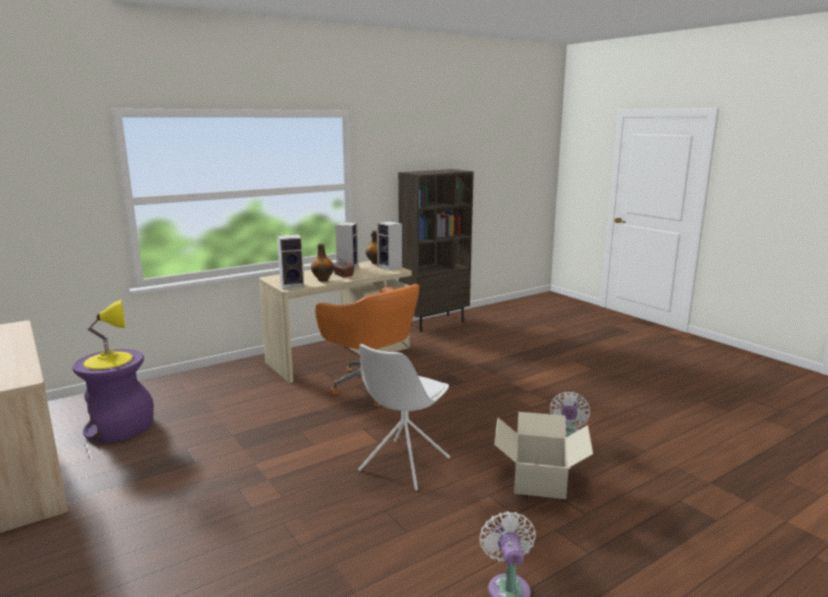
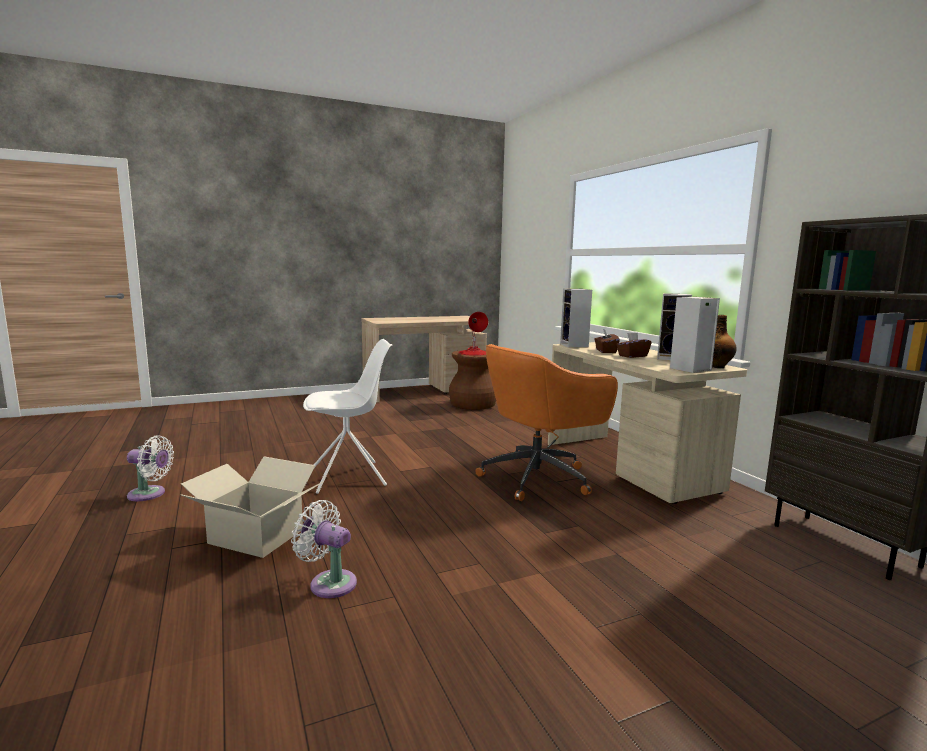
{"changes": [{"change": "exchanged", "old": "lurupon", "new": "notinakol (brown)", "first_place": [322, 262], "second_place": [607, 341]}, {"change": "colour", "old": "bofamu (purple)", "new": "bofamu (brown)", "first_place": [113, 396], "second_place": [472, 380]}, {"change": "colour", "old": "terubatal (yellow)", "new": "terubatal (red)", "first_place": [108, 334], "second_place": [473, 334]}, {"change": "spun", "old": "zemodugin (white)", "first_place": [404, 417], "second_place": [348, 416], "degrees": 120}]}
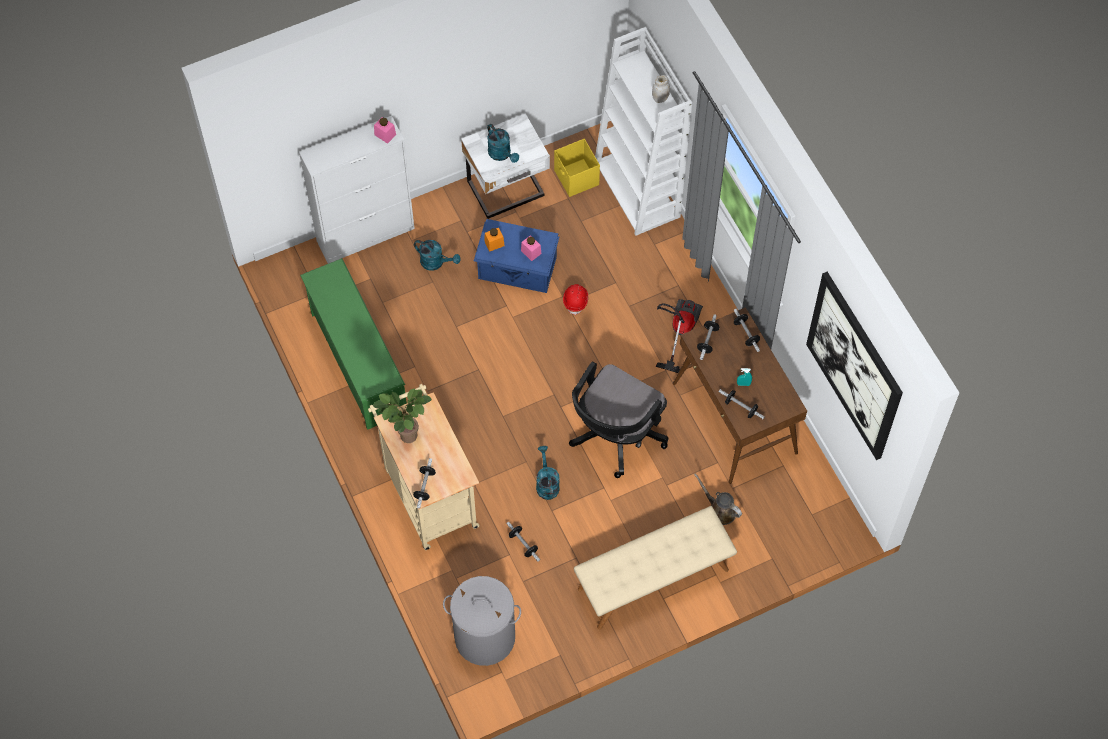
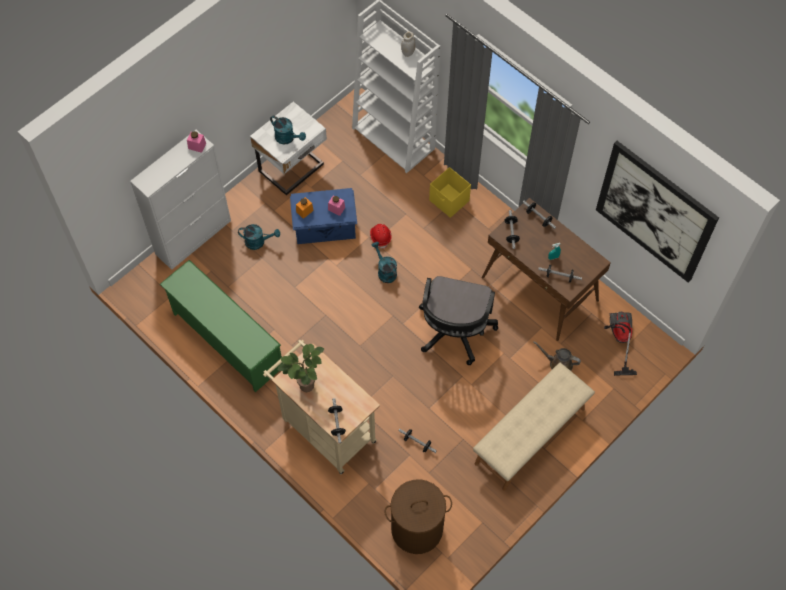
{"changes": [{"change": "relocated", "old": "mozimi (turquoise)", "first_place": [548, 473], "second_place": [384, 262]}, {"change": "relocated", "old": "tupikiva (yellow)", "first_place": [577, 168], "second_place": [450, 192]}, {"change": "relocated", "old": "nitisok", "first_place": [679, 336], "second_place": [620, 344]}, {"change": "colour", "old": "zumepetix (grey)", "new": "zumepetix (brown)", "first_place": [482, 621], "second_place": [418, 516]}]}
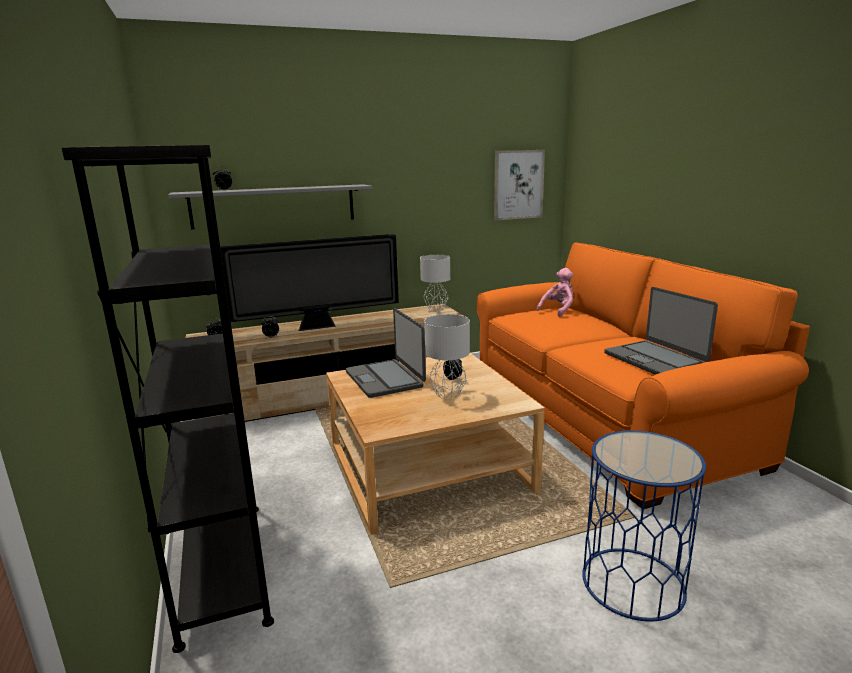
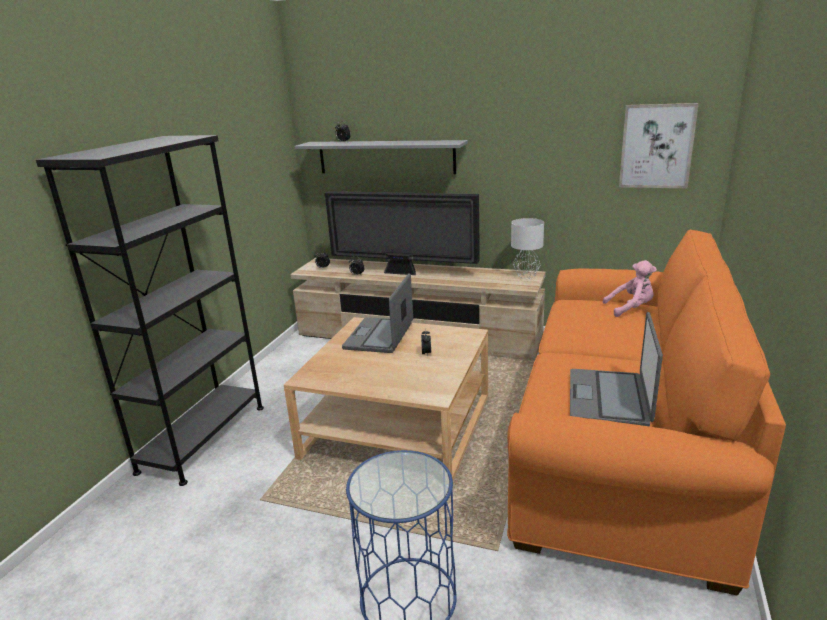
{"changes": [{"change": "missing", "old": "terubatal (grey)", "first_place": [447, 356]}]}
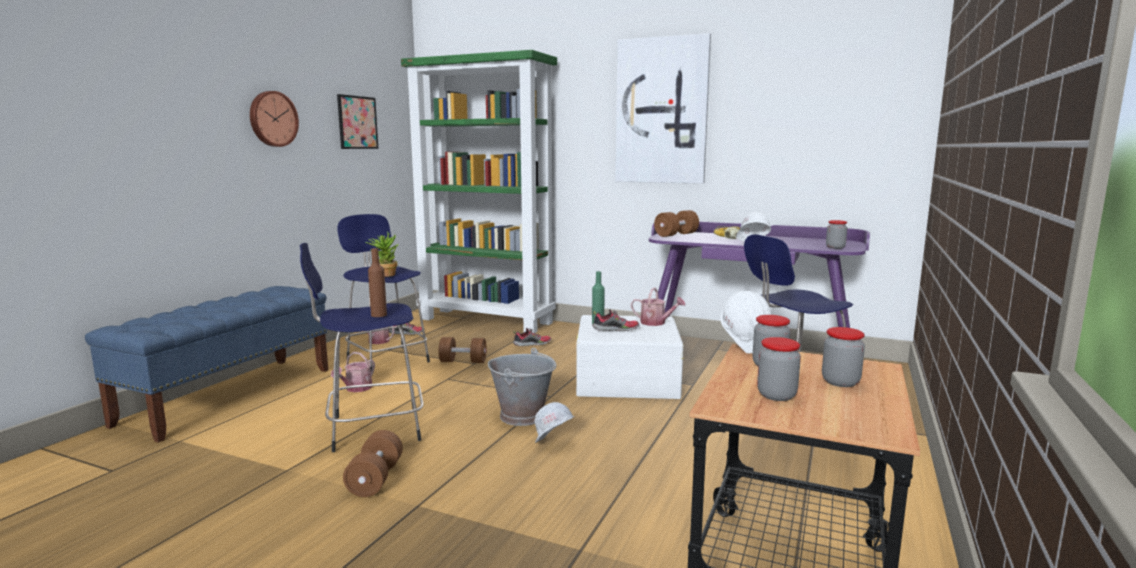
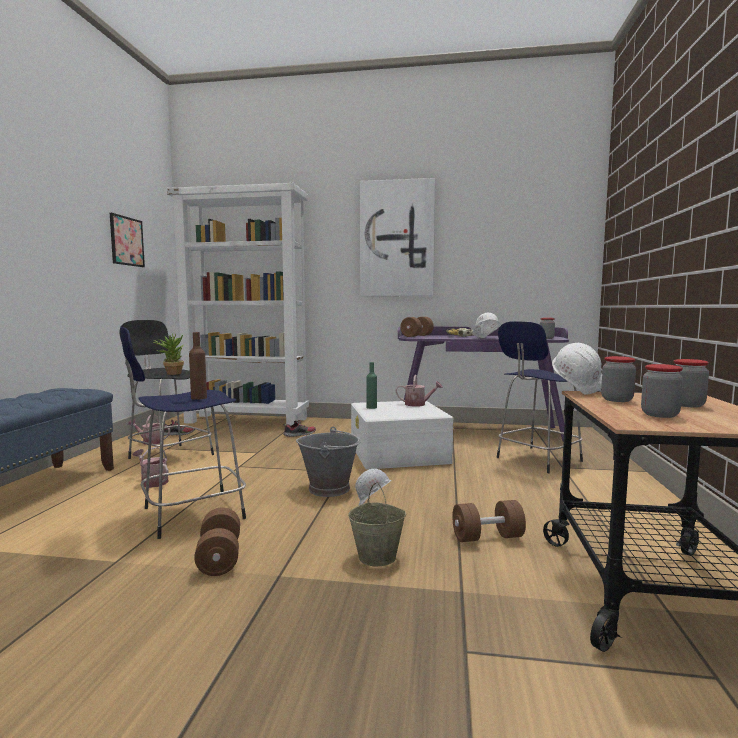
{"changes": [{"change": "missing", "old": "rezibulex", "first_place": [274, 119]}, {"change": "missing", "old": "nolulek", "first_place": [615, 320]}, {"change": "appeared", "new": "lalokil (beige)", "second_place": [377, 524]}, {"change": "relocated", "old": "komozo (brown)", "first_place": [463, 350], "second_place": [489, 521]}, {"change": "colour", "old": "bofamu (blue)", "new": "bofamu (black)", "first_place": [383, 292], "second_place": [166, 389]}, {"change": "colour", "old": "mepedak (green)", "new": "mepedak (white)", "first_place": [479, 191], "second_place": [238, 304]}, {"change": "spun", "old": "mozimi", "first_place": [353, 372], "second_place": [151, 467], "degrees": 120}]}
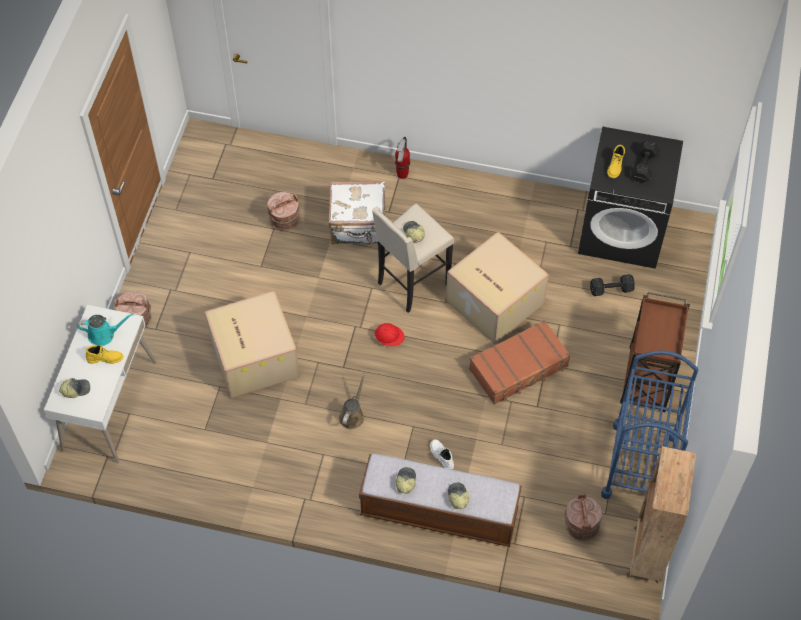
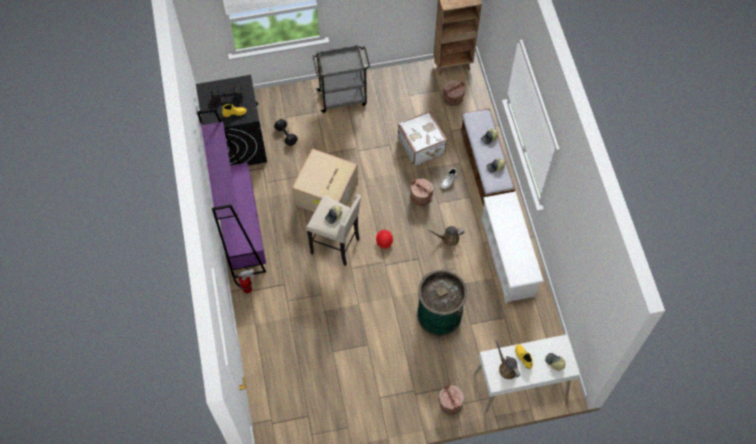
{"changes": [{"change": "missing", "old": "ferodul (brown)", "first_place": [519, 362]}, {"change": "missing", "old": "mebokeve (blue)", "first_place": [649, 424]}, {"change": "appeared", "new": "mepedak (purple)", "second_place": [231, 193]}, {"change": "appeared", "new": "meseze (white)", "second_place": [512, 247]}, {"change": "relocated", "old": "lalokil (brown)", "first_place": [283, 211], "second_place": [421, 192]}, {"change": "relocated", "old": "ferodul (white)", "first_place": [357, 212], "second_place": [422, 138]}, {"change": "exchanged", "old": "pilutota", "new": "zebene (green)", "first_place": [252, 344], "second_place": [442, 303]}, {"change": "colour", "old": "mozimi (turquoise)", "new": "mozimi (brown)", "first_place": [105, 330], "second_place": [507, 359]}, {"change": "colour", "old": "mebokeve (brown)", "new": "mebokeve (grey)", "first_place": [655, 352], "second_place": [341, 79]}]}
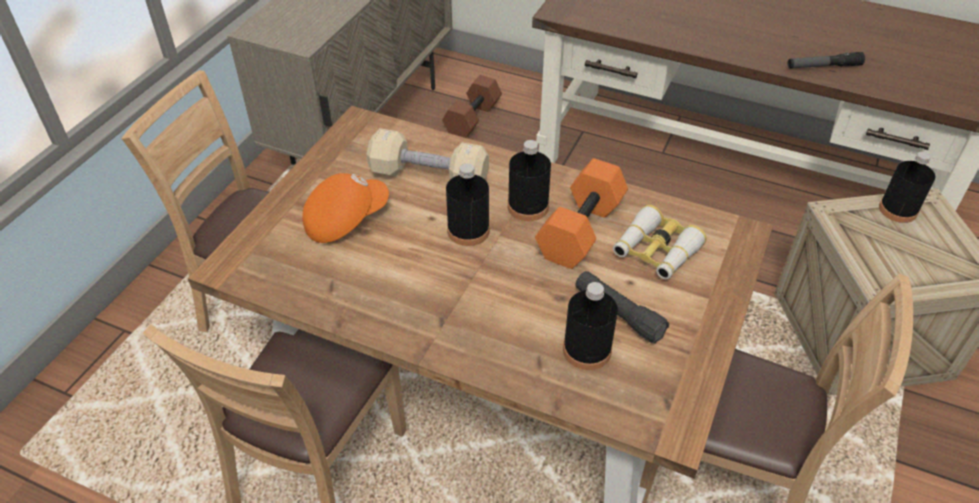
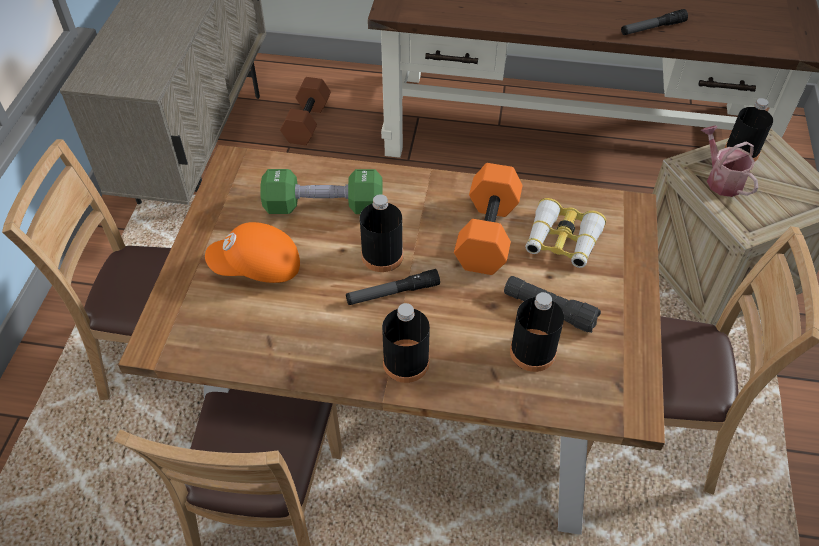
{"changes": [{"change": "appeared", "new": "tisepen", "second_place": [393, 287]}, {"change": "appeared", "new": "mozimi", "second_place": [730, 161]}, {"change": "relocated", "old": "lurupon (black)", "first_place": [529, 180], "second_place": [406, 343]}, {"change": "colour", "old": "komozo (beige)", "new": "komozo (green)", "first_place": [428, 154], "second_place": [321, 191]}, {"change": "spun", "old": "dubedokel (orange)", "first_place": [345, 208], "second_place": [252, 252], "degrees": -135}]}
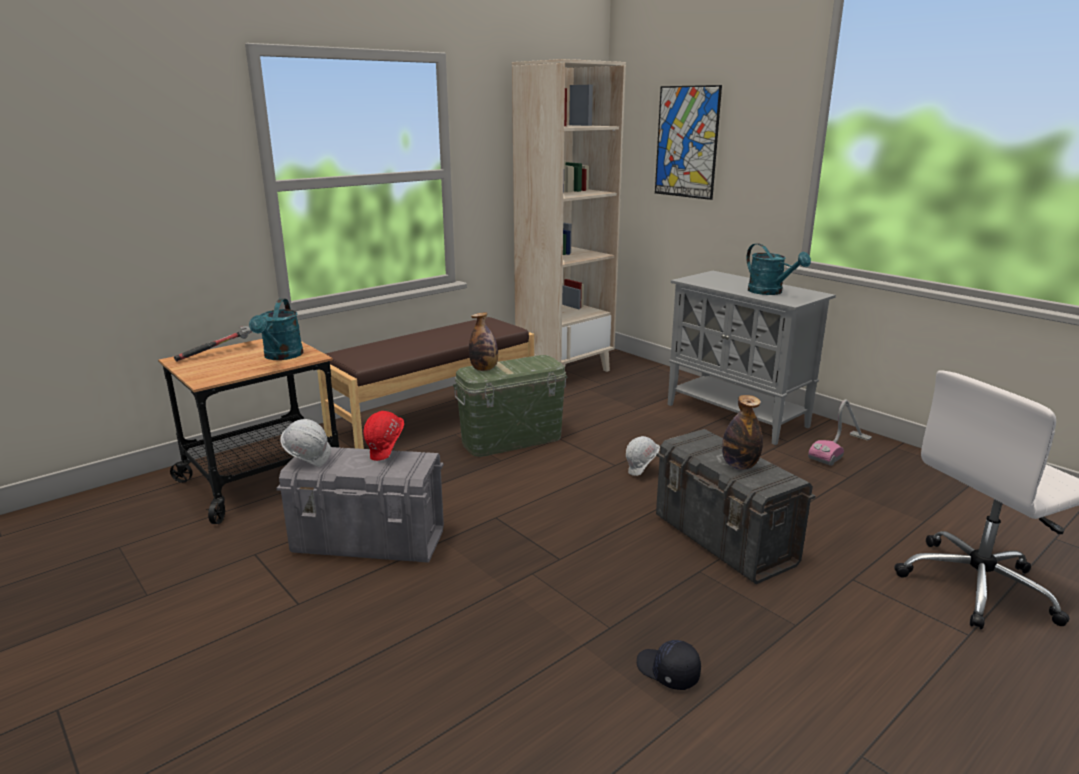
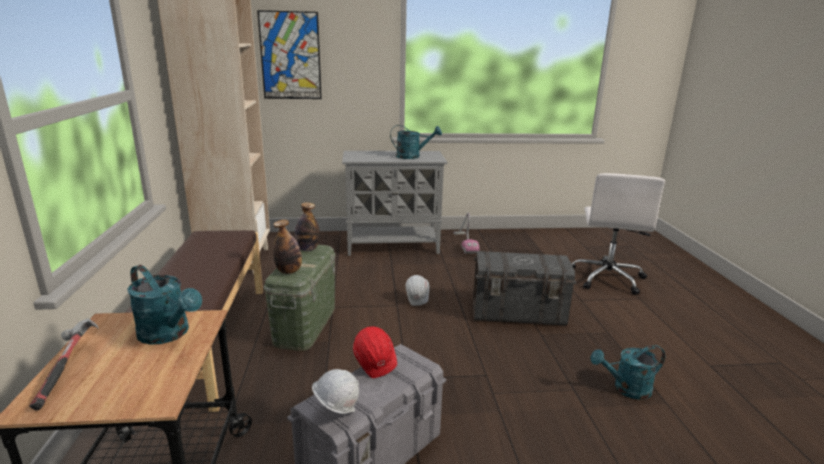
{"changes": [{"change": "relocated", "old": "lurupon", "first_place": [742, 432], "second_place": [307, 226]}, {"change": "exchanged", "old": "dubedokel (black)", "new": "mozimi (turquoise)", "first_place": [669, 665], "second_place": [627, 372]}]}
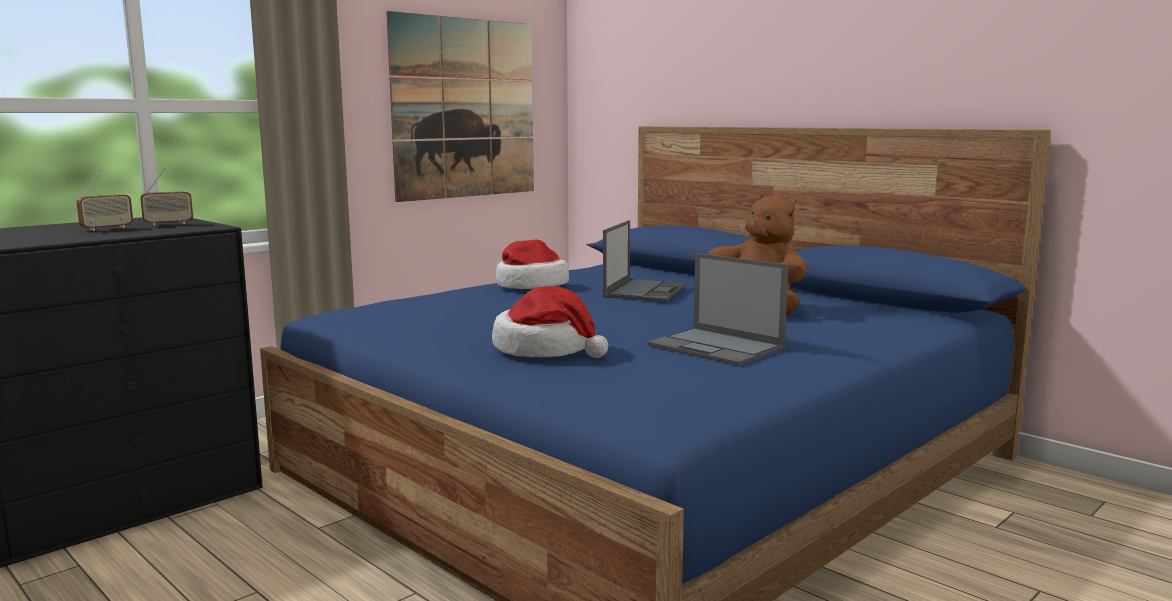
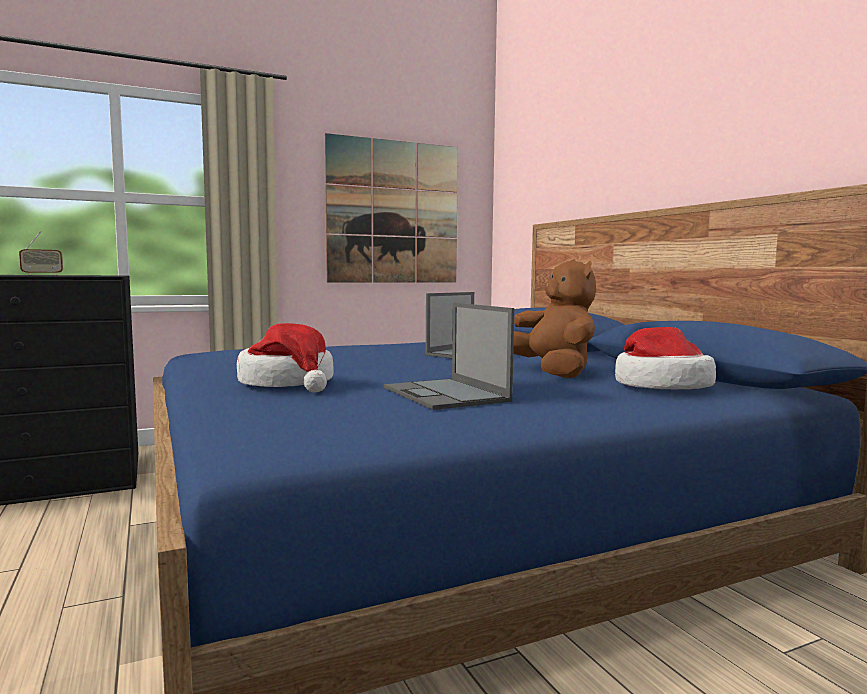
{"changes": [{"change": "missing", "old": "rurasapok", "first_place": [166, 197]}, {"change": "relocated", "old": "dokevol", "first_place": [532, 264], "second_place": [665, 358]}]}
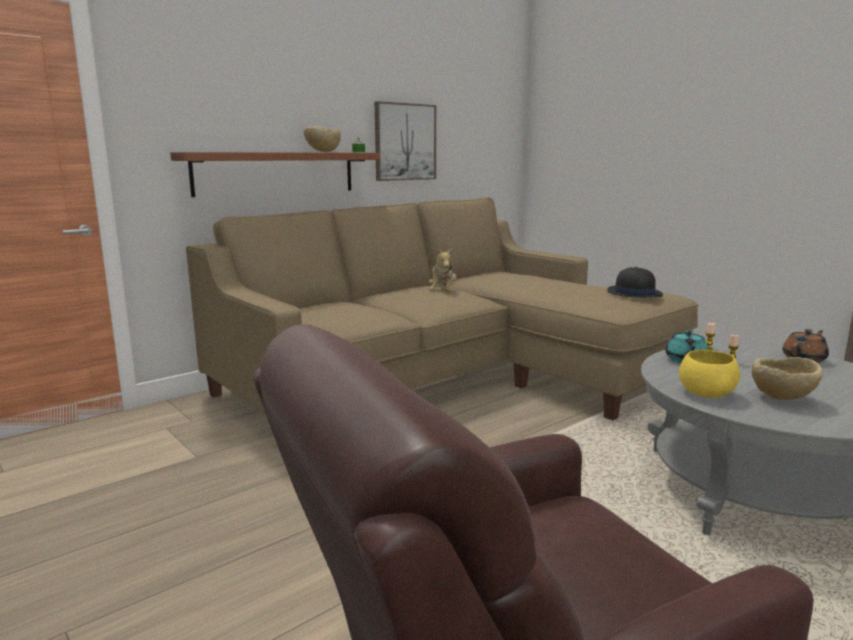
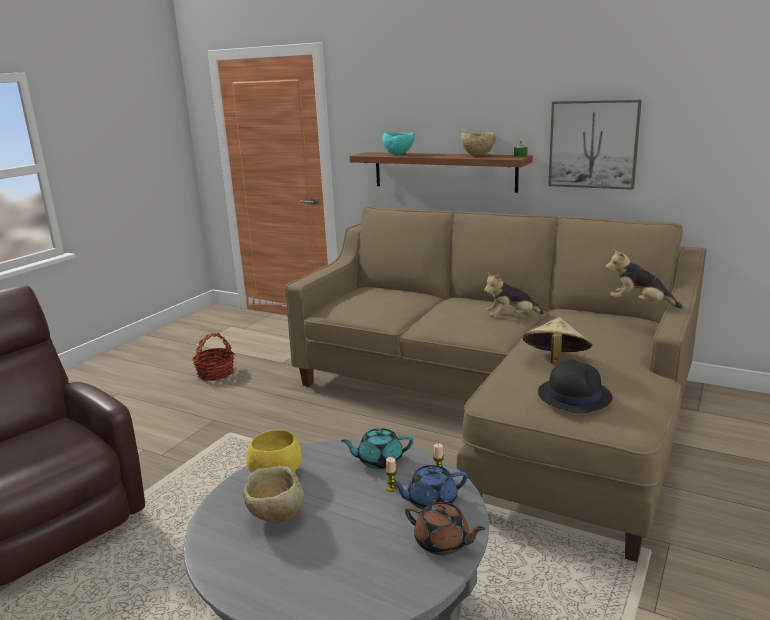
{"changes": [{"change": "appeared", "new": "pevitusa", "second_place": [213, 357]}, {"change": "appeared", "new": "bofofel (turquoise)", "second_place": [398, 143]}, {"change": "appeared", "new": "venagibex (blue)", "second_place": [429, 487]}, {"change": "appeared", "new": "dokevol (beige)", "second_place": [557, 340]}, {"change": "appeared", "new": "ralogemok", "second_place": [644, 278]}]}
